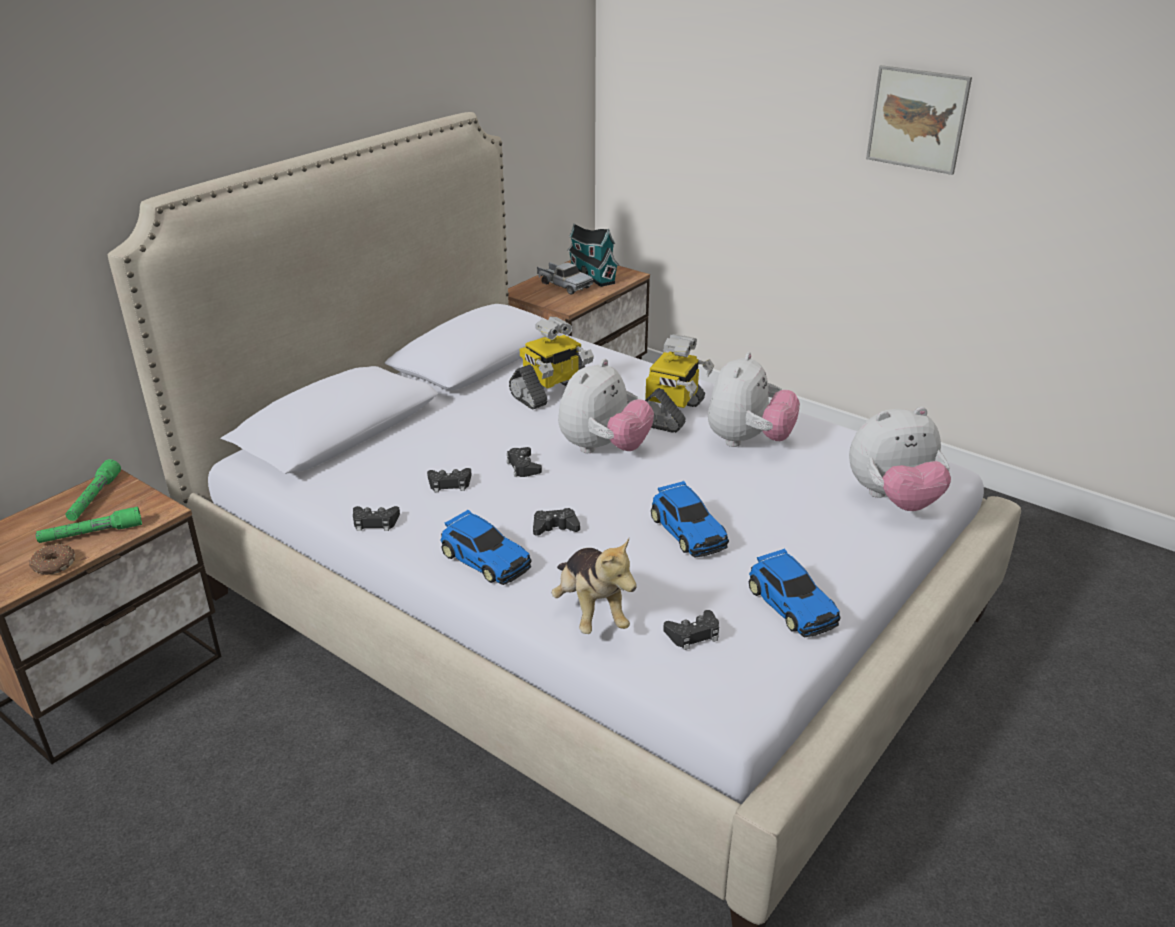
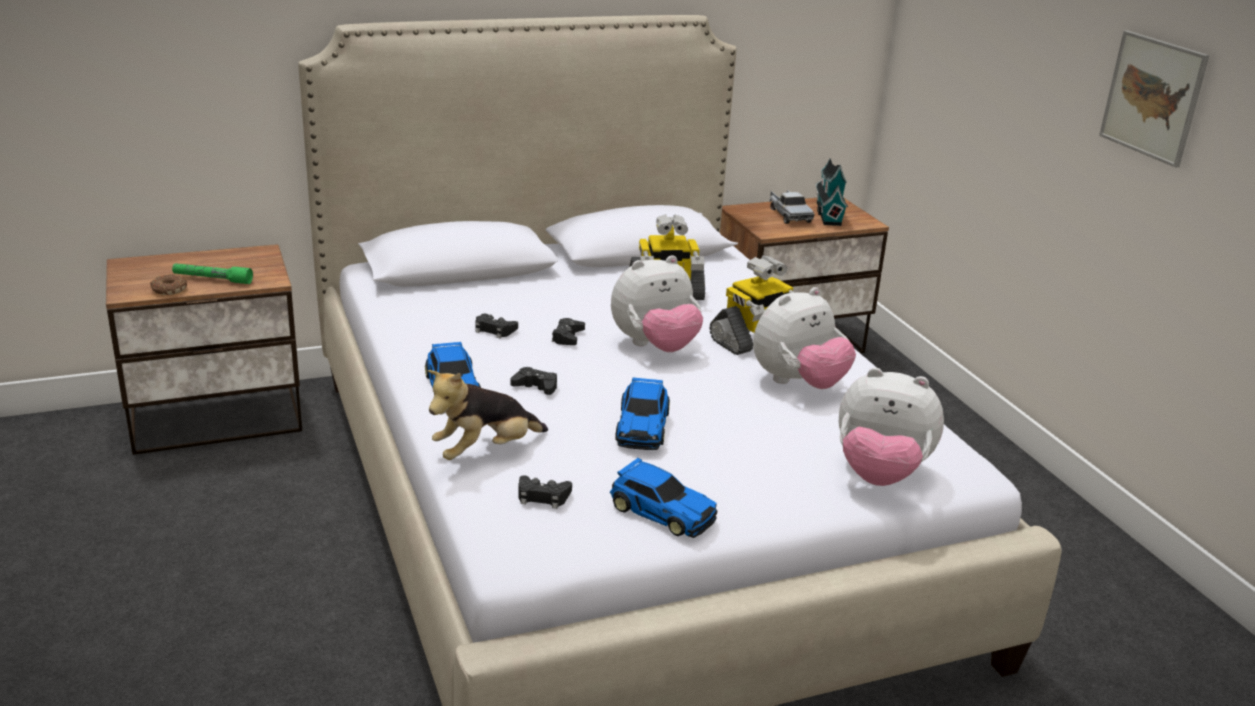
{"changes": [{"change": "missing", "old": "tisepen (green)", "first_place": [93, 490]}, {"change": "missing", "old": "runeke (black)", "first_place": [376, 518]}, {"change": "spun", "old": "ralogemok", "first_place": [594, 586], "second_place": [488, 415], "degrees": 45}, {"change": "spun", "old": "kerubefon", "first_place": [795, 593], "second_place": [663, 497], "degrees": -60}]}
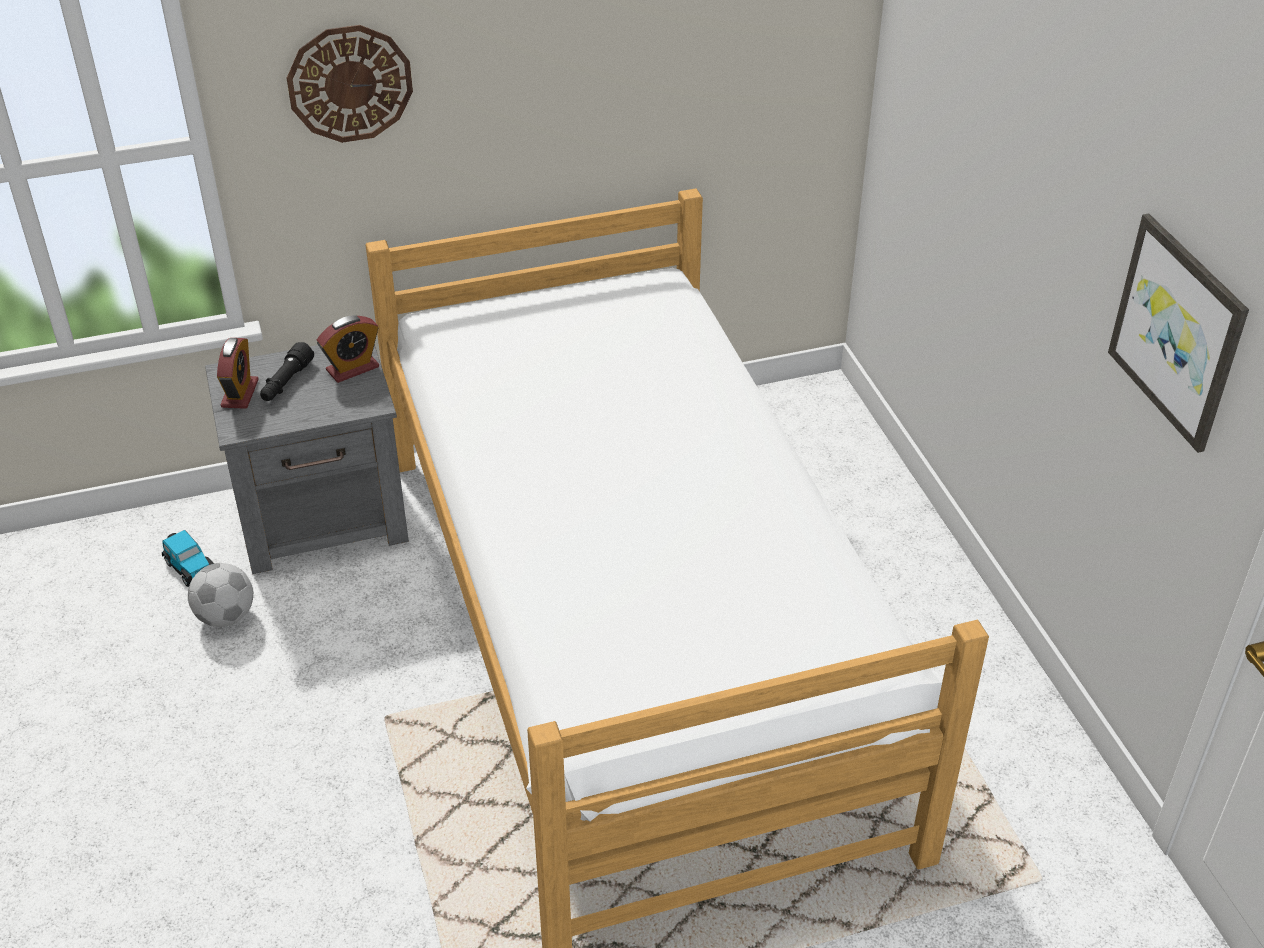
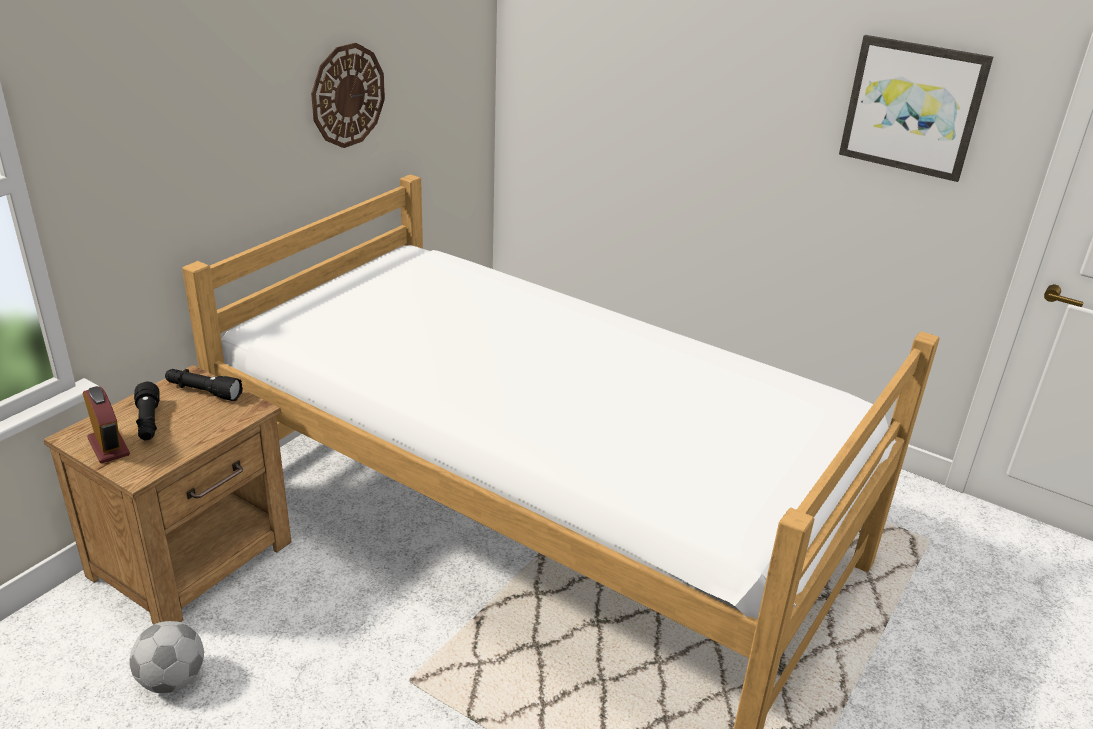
{"changes": [{"change": "missing", "old": "kerubefon", "first_place": [188, 558]}, {"change": "relocated", "old": "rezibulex", "first_place": [350, 84], "second_place": [348, 95]}, {"change": "exchanged", "old": "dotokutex", "new": "tisepen (black)", "first_place": [348, 349], "second_place": [204, 385]}, {"change": "colour", "old": "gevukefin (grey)", "new": "gevukefin (brown)", "first_place": [307, 459], "second_place": [167, 494]}]}
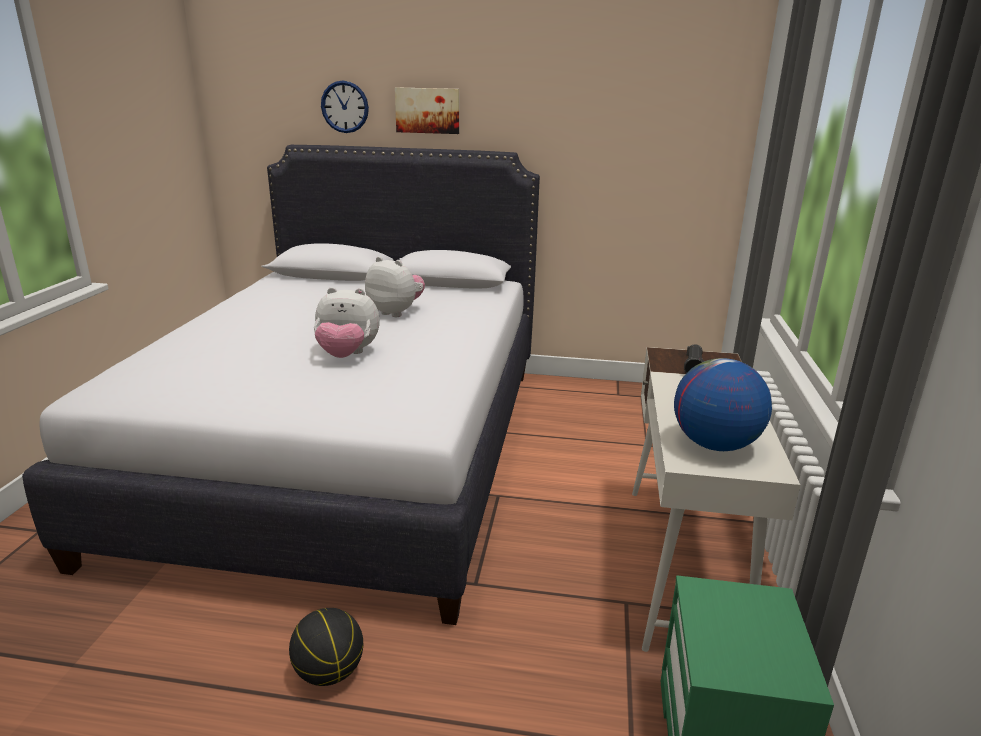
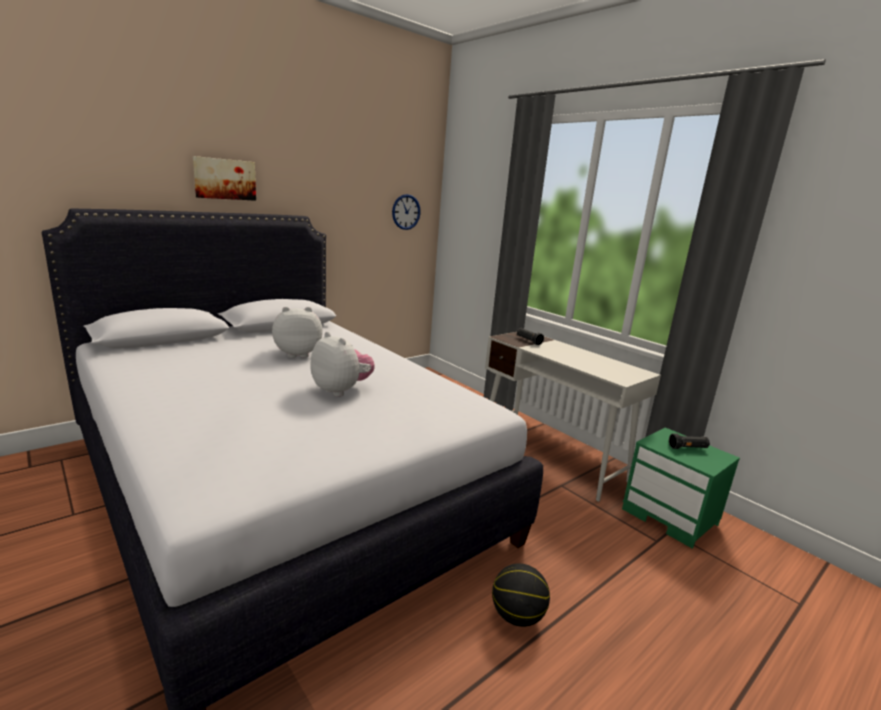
{"changes": [{"change": "missing", "old": "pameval", "first_place": [723, 404]}, {"change": "appeared", "new": "tisepen (black)", "second_place": [689, 441]}, {"change": "relocated", "old": "rezibulex", "first_place": [345, 107], "second_place": [406, 212]}, {"change": "spun", "old": "ralogemok", "first_place": [347, 322], "second_place": [342, 364], "degrees": -90}]}
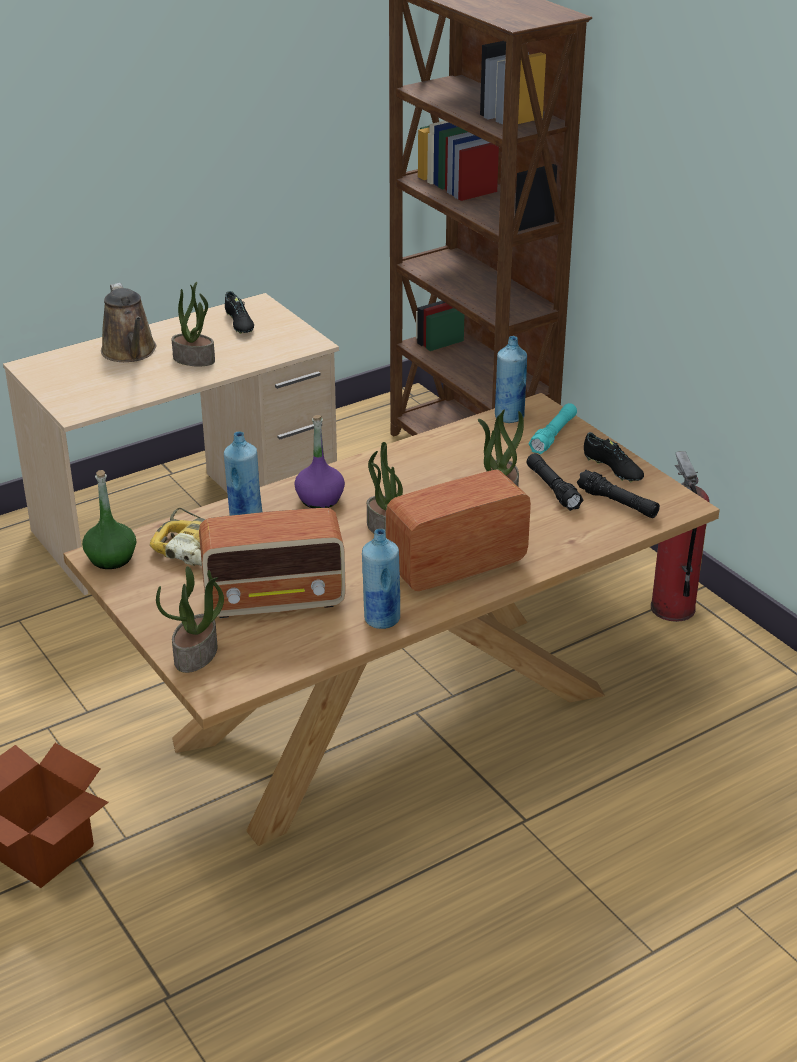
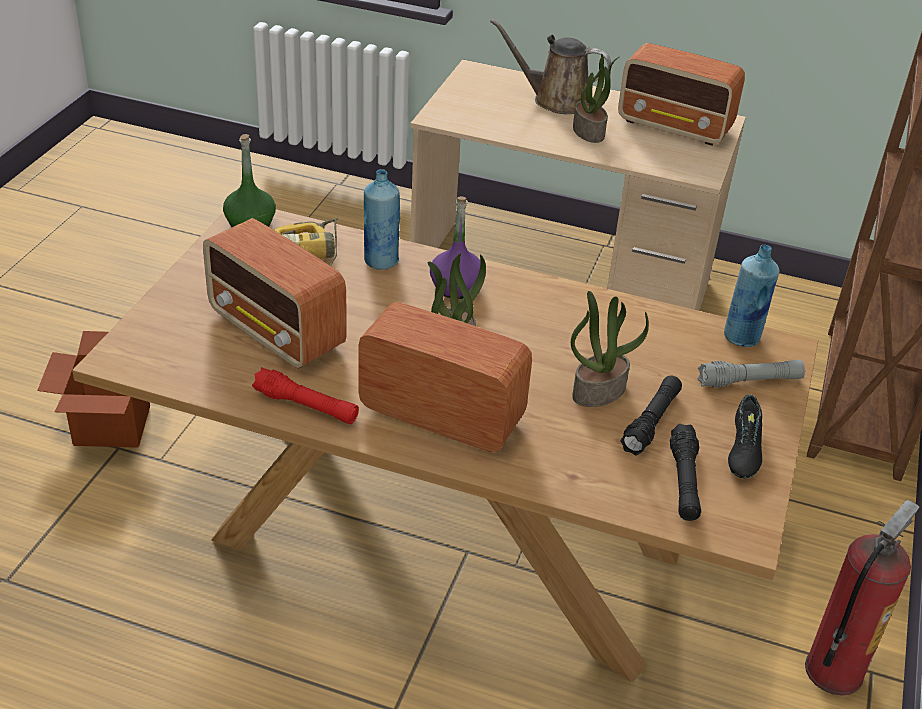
{"changes": [{"change": "missing", "old": "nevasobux", "first_place": [190, 619]}, {"change": "exchanged", "old": "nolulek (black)", "new": "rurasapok", "first_place": [239, 312], "second_place": [681, 94]}, {"change": "exchanged", "old": "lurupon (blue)", "new": "tisepen (red)", "first_place": [381, 579], "second_place": [305, 395]}, {"change": "colour", "old": "tisepen (turquoise)", "new": "tisepen (grey)", "first_place": [553, 428], "second_place": [751, 374]}, {"change": "spun", "old": "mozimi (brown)", "first_place": [129, 322], "second_place": [550, 66], "degrees": 75}]}
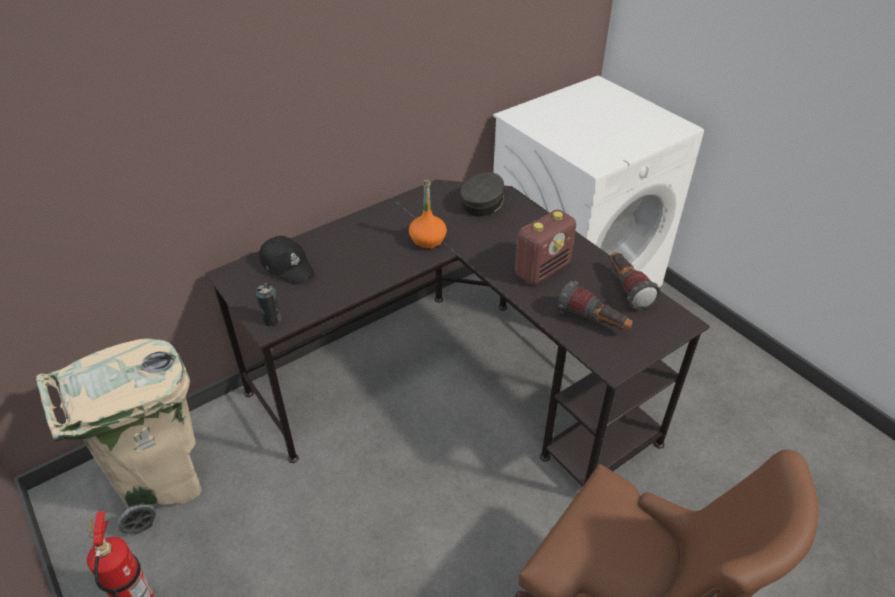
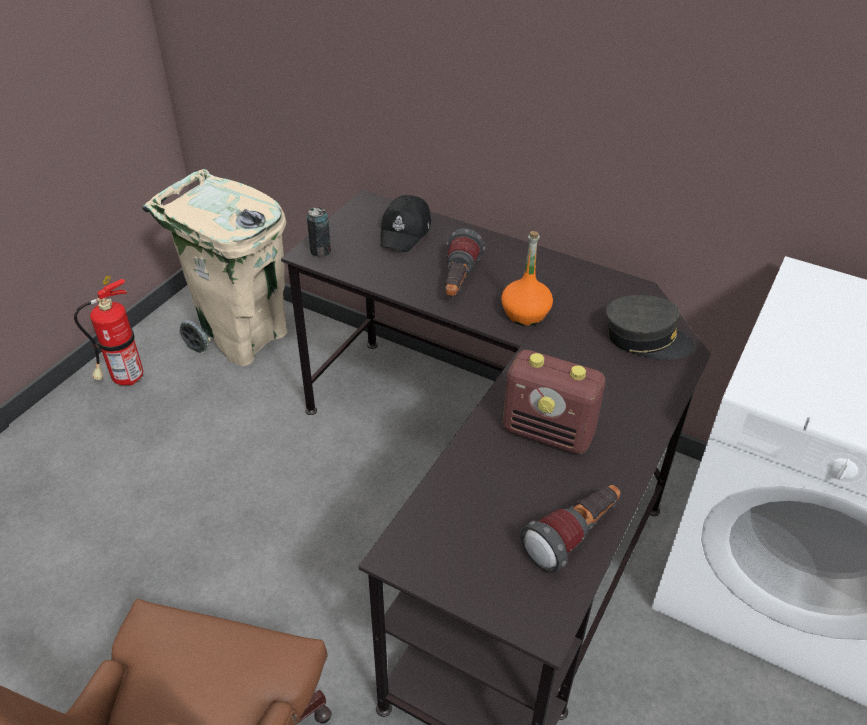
{"changes": [{"change": "relocated", "old": "tisepen", "first_place": [594, 305], "second_place": [465, 262]}]}
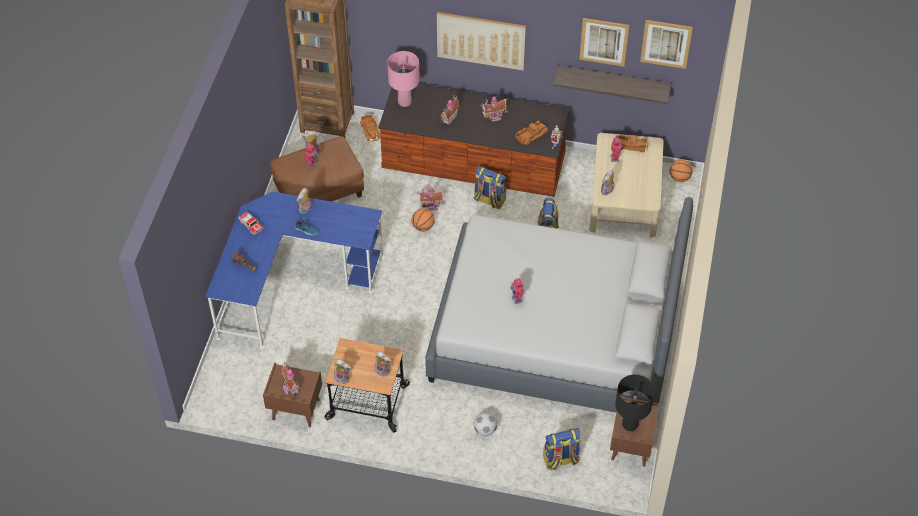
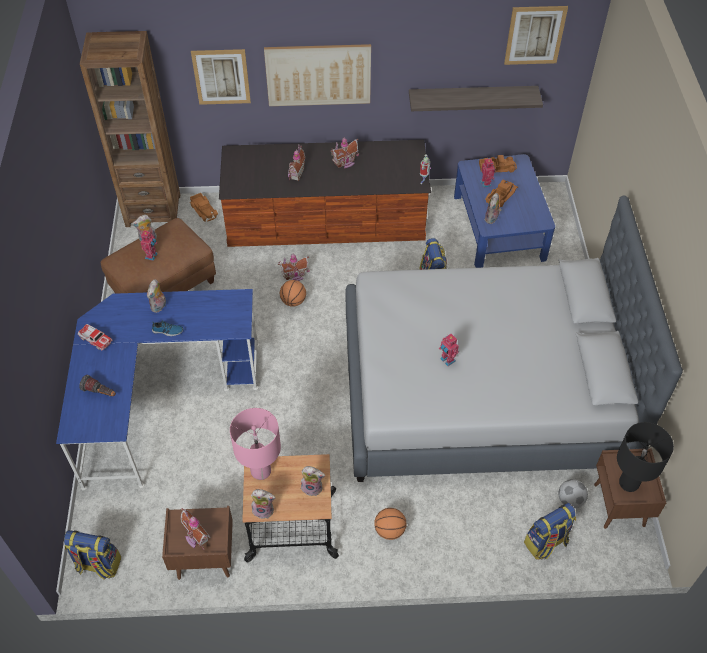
{"changes": [{"change": "relocated", "old": "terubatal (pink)", "first_place": [403, 79], "second_place": [255, 444]}, {"change": "relocated", "old": "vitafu", "first_place": [490, 187], "second_place": [92, 554]}, {"change": "relocated", "old": "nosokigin", "first_place": [485, 424], "second_place": [573, 493]}, {"change": "relocated", "old": "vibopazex", "first_place": [531, 133], "second_place": [501, 193]}, {"change": "relocated", "old": "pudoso", "first_place": [604, 42], "second_place": [221, 77]}, {"change": "relocated", "old": "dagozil", "first_place": [681, 171], "second_place": [390, 524]}, {"change": "colour", "old": "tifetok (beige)", "new": "tifetok (blue)", "first_place": [626, 185], "second_place": [504, 211]}]}
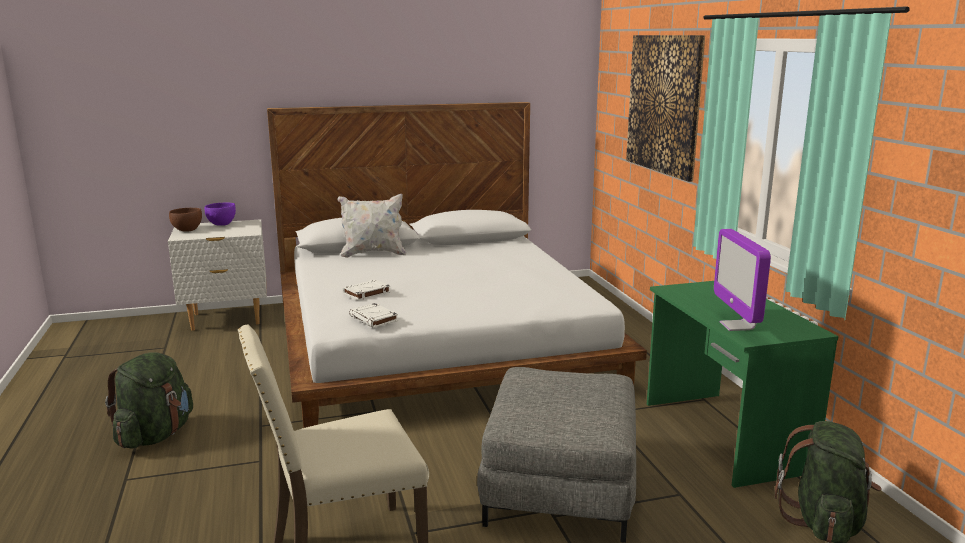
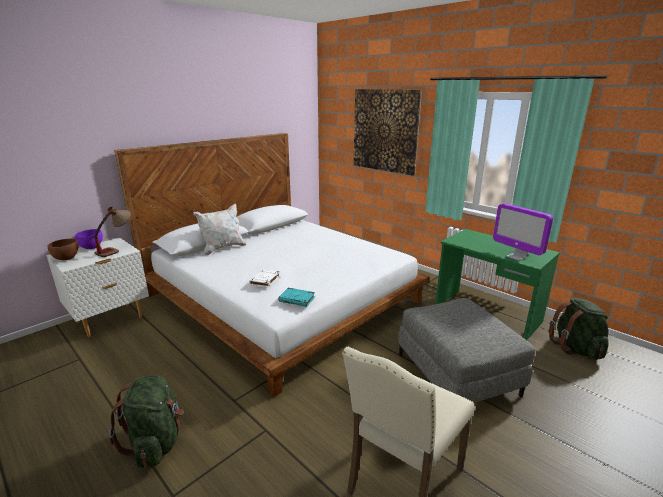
{"changes": [{"change": "appeared", "new": "terubatal", "second_place": [112, 232]}, {"change": "colour", "old": "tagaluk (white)", "new": "tagaluk (turquoise)", "first_place": [373, 315], "second_place": [296, 297]}]}
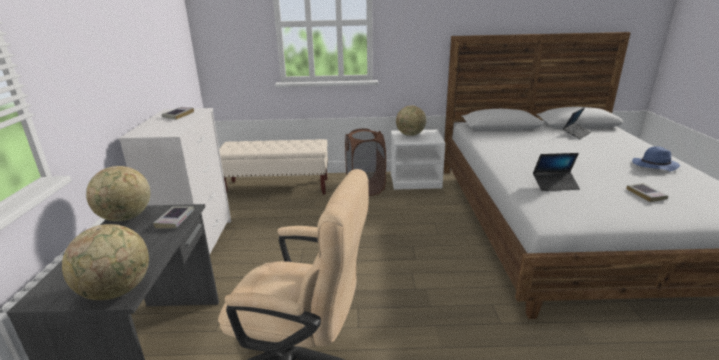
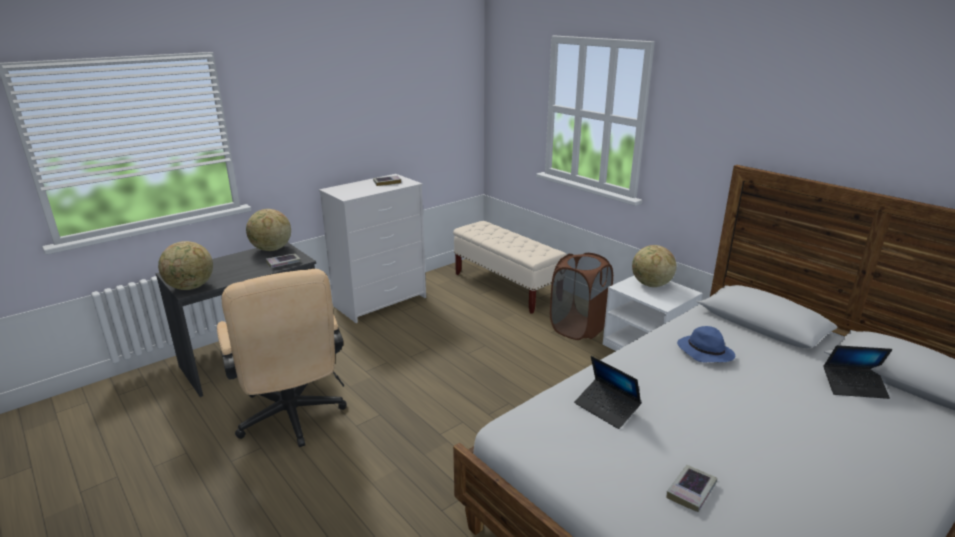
{"changes": [{"change": "relocated", "old": "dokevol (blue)", "first_place": [656, 159], "second_place": [706, 344]}]}
